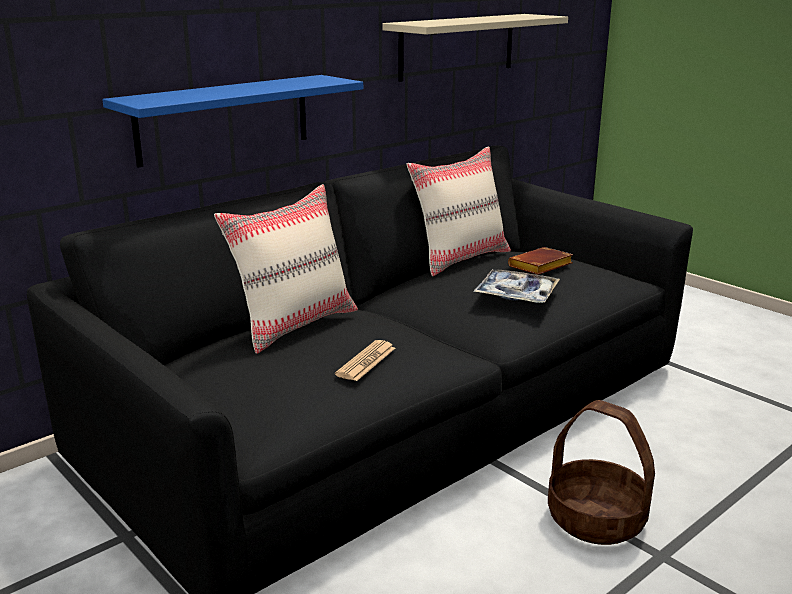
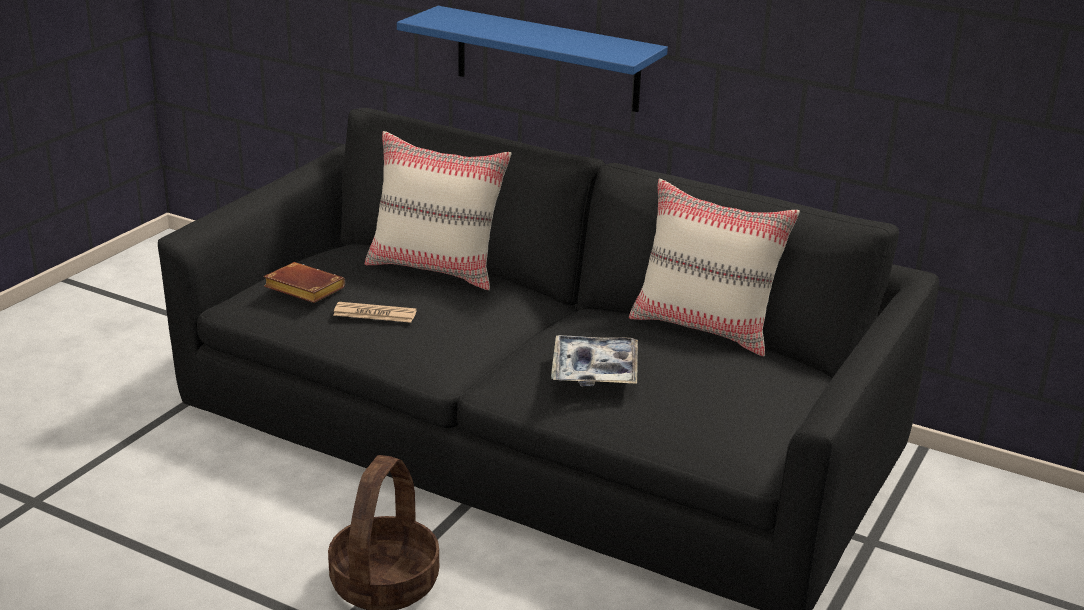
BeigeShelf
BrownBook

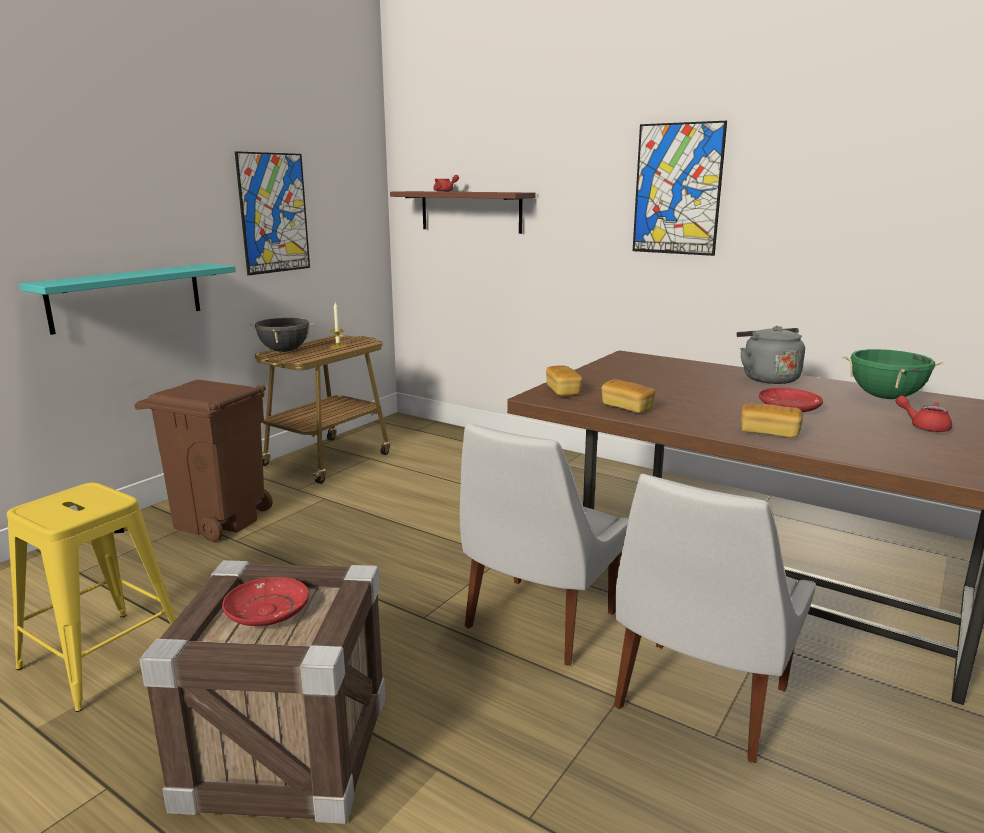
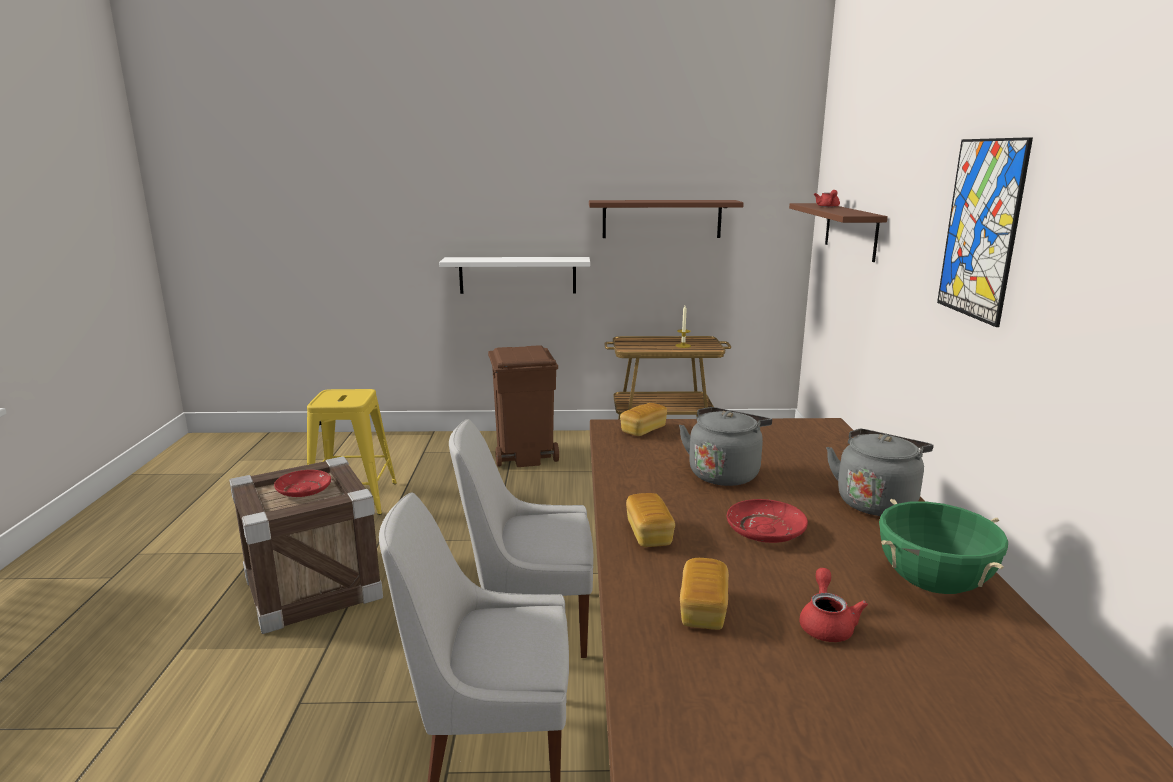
WhiteShelf
BrownShelf (no. 1 from left)
BlackCookingPot
Bread (no. 3 from left)
GreyKettle (no. 1 from left)

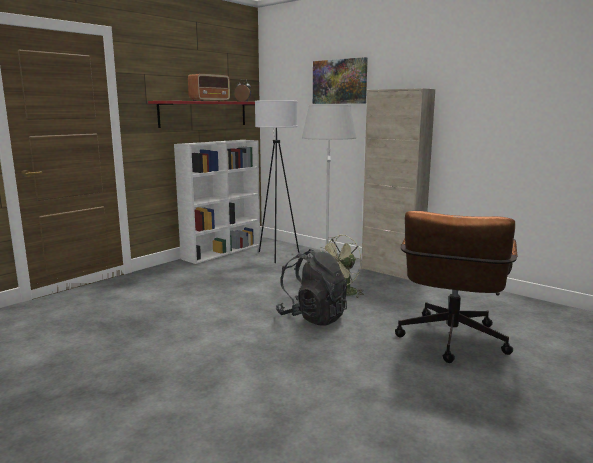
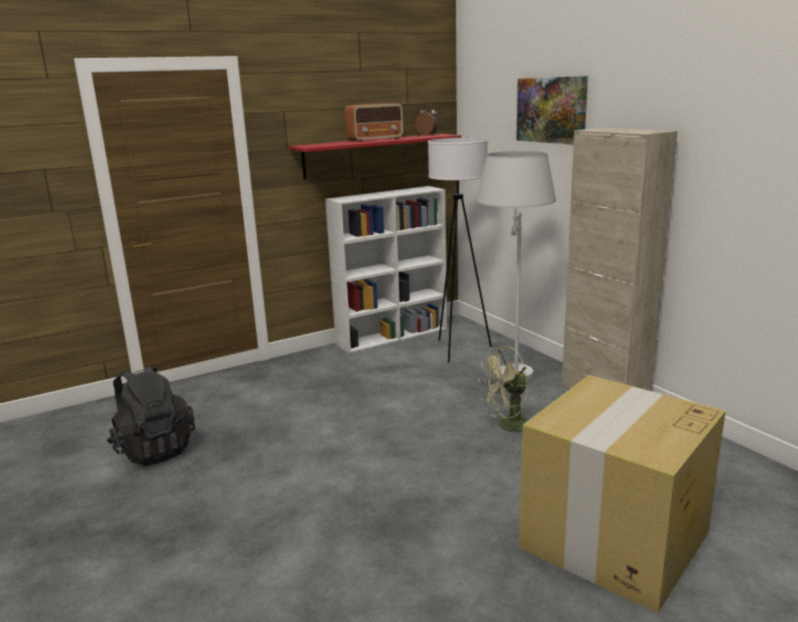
BlackBackpack
CardboardBox

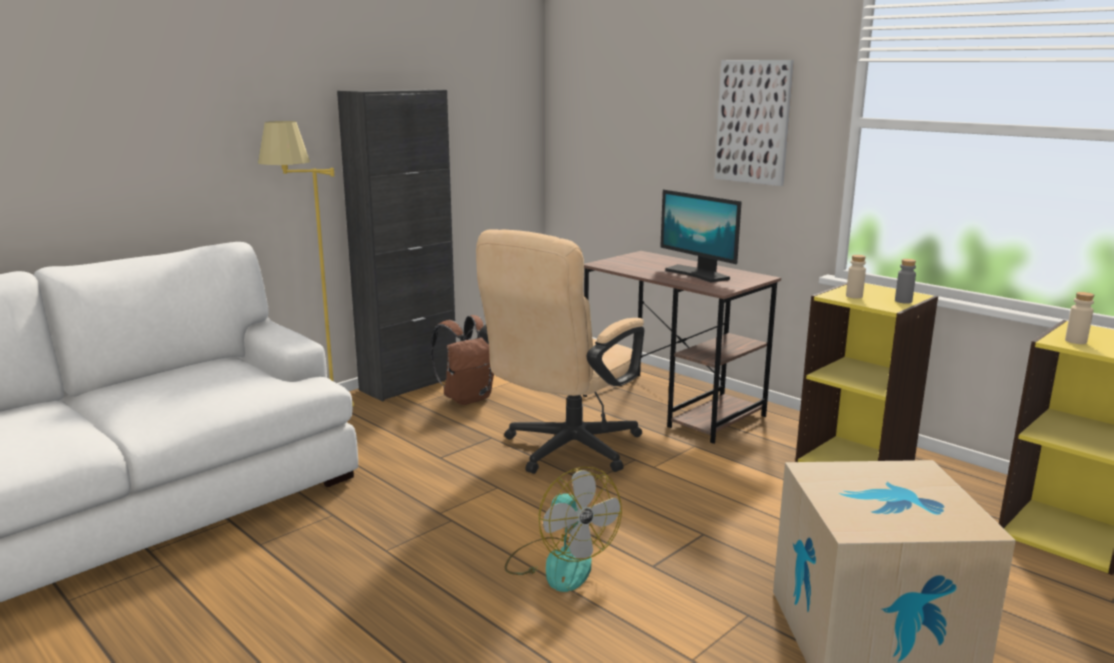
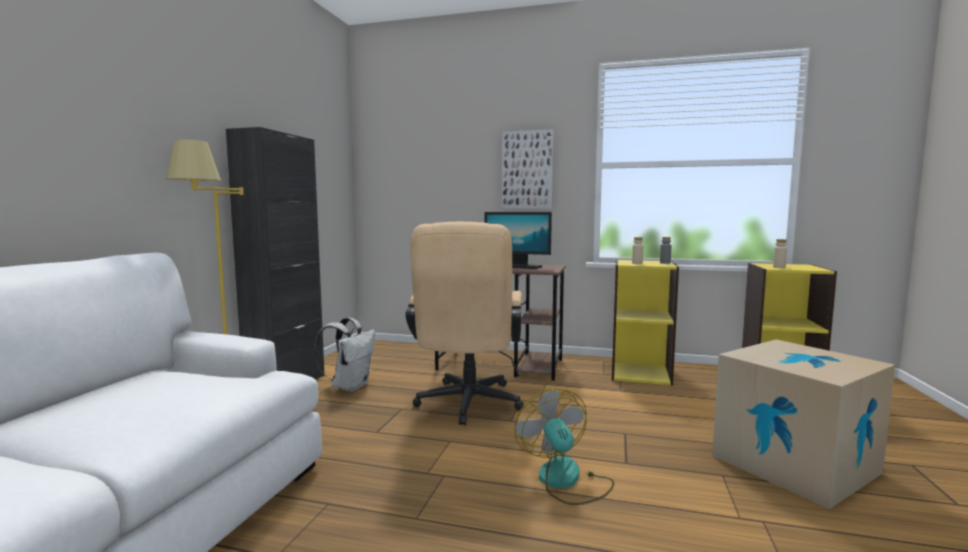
WhiteBackpack
Fan

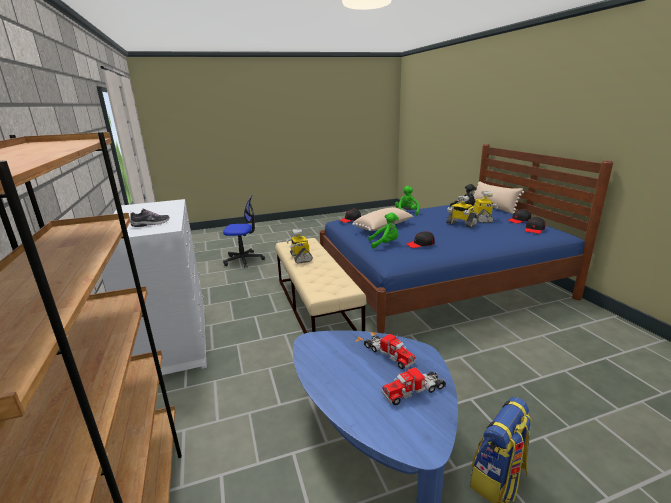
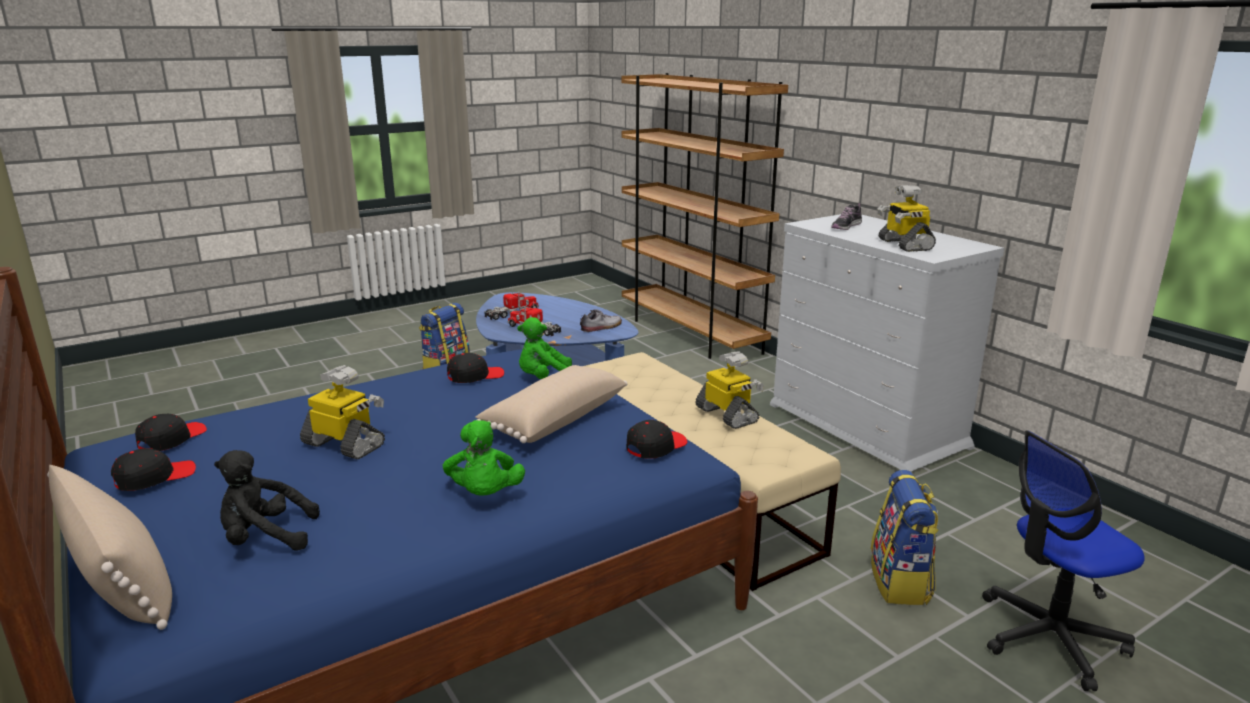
ToyRobot (no. 3 from left)
Shoe (no. 1 from left)
Backpack (no. 2 from left)

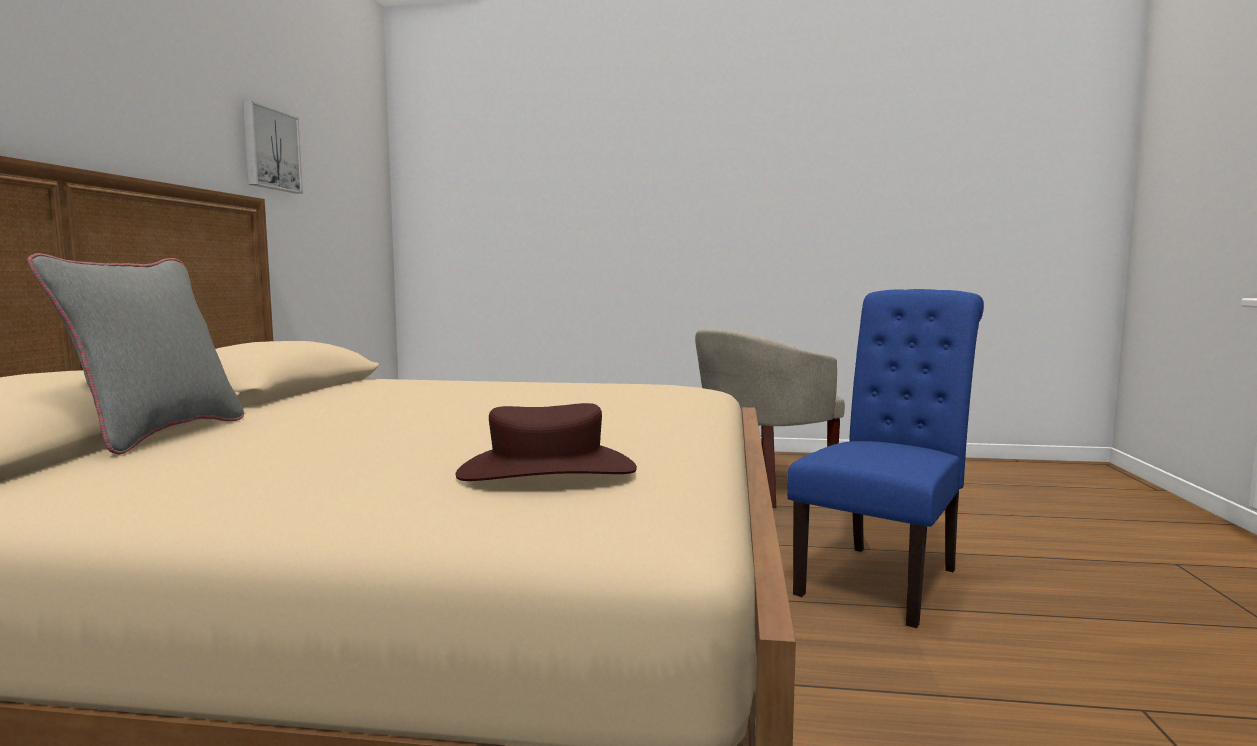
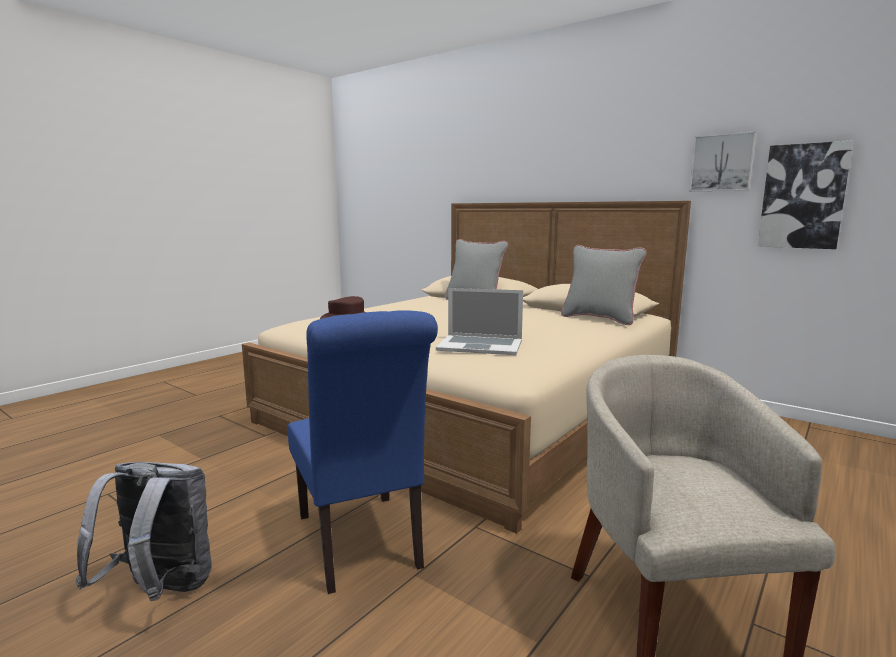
GreyBackpack
Laptop
GreyPillow (no. 2 from left)
Picture (no. 2 from left)

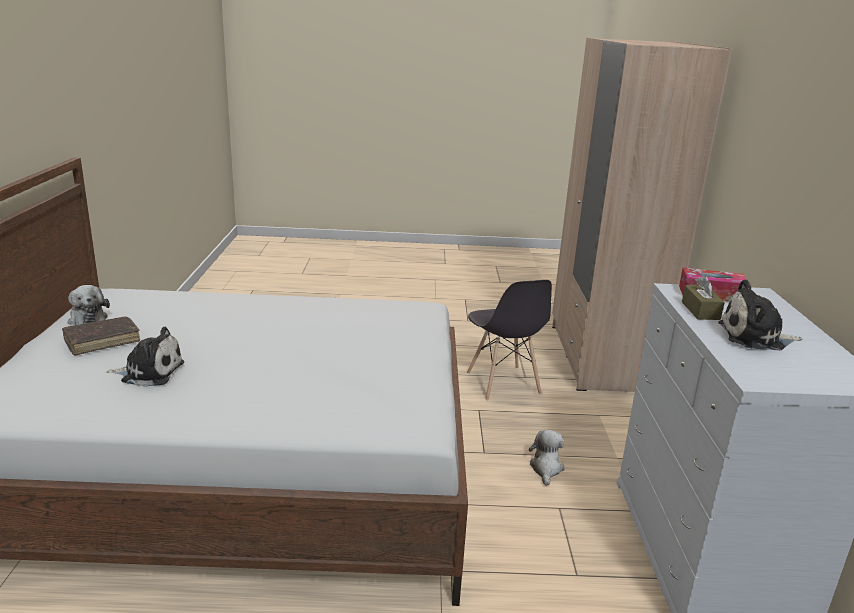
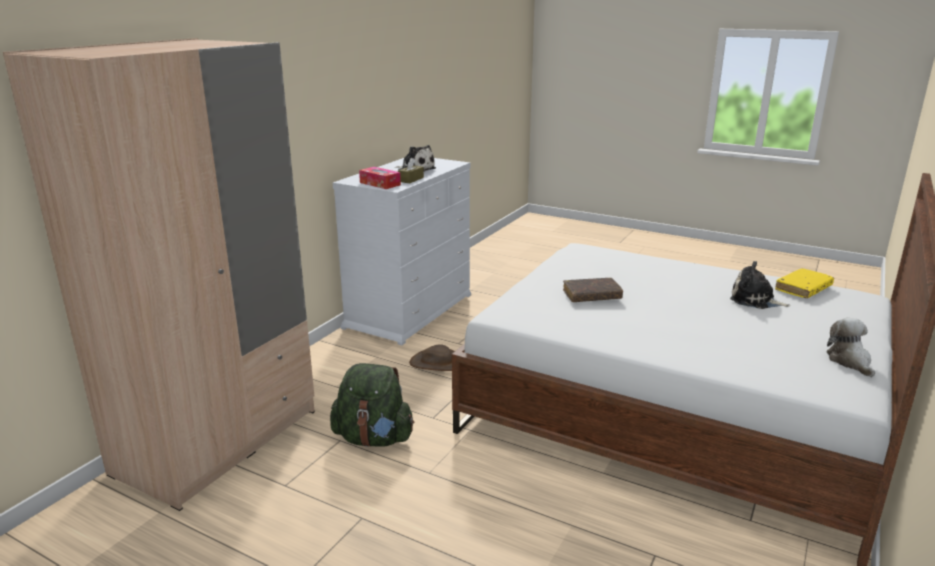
BrownBook
GreenBackpack
BrownHat
YellowBook

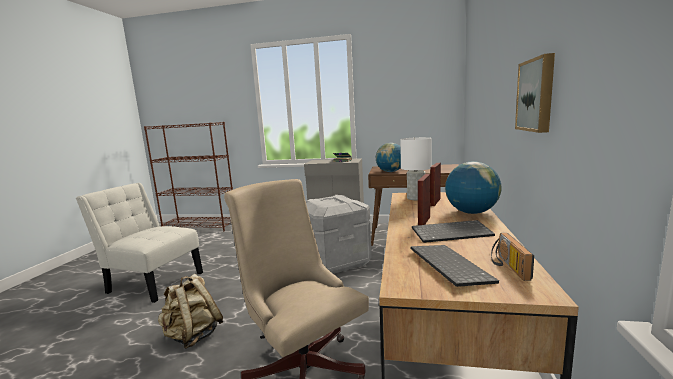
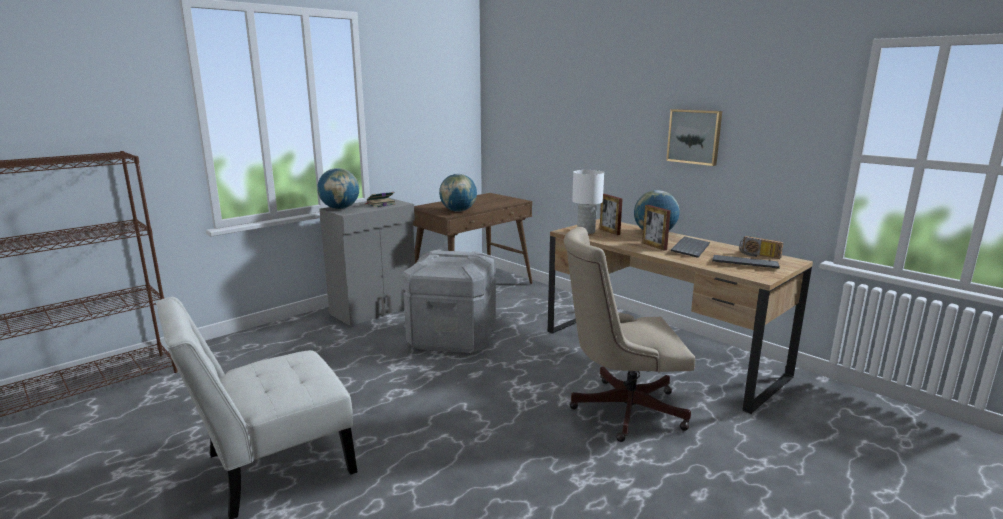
BeigeBackpack
Globe (no. 1 from left)

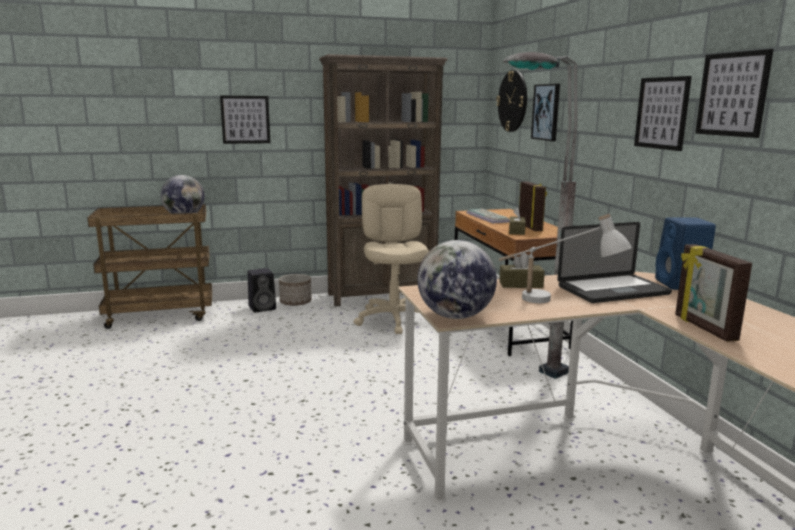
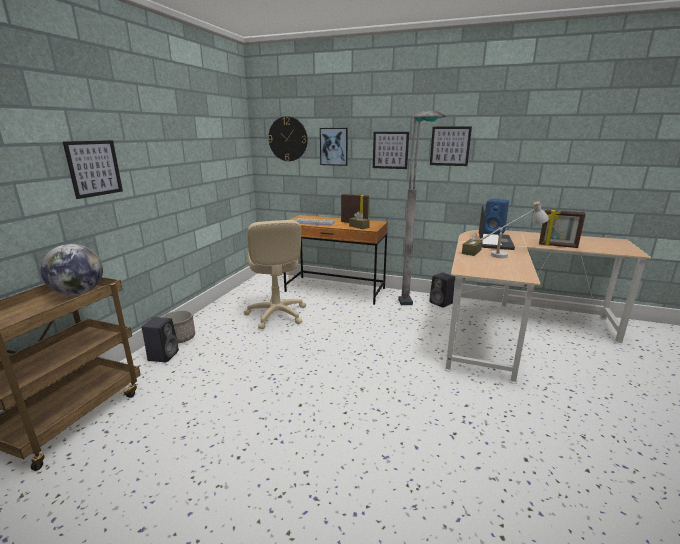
BrownBookcase
BeigeOfficeChair
Globe (no. 2 from left in the first image)
Picture (no. 3 from left)
BlackSpeaker (no. 2 from left)

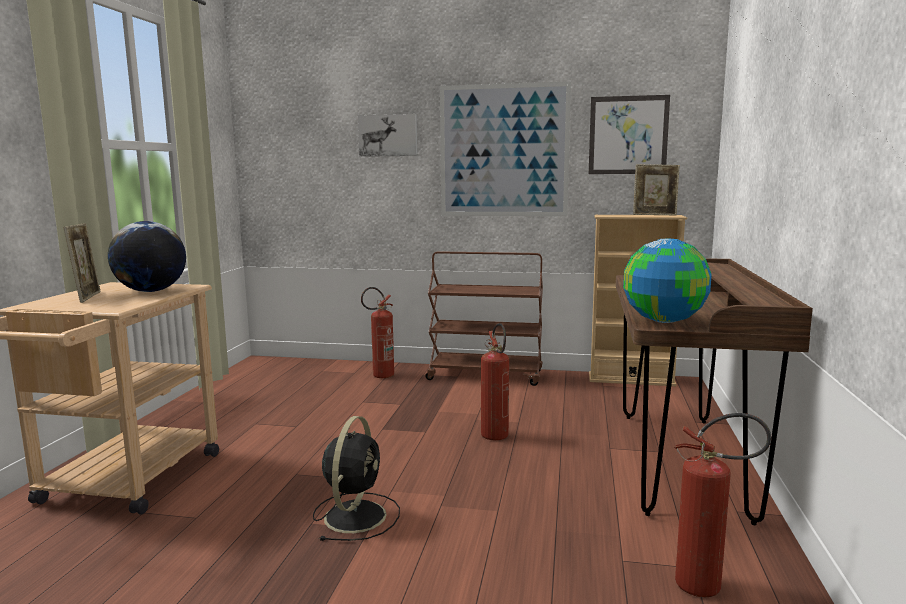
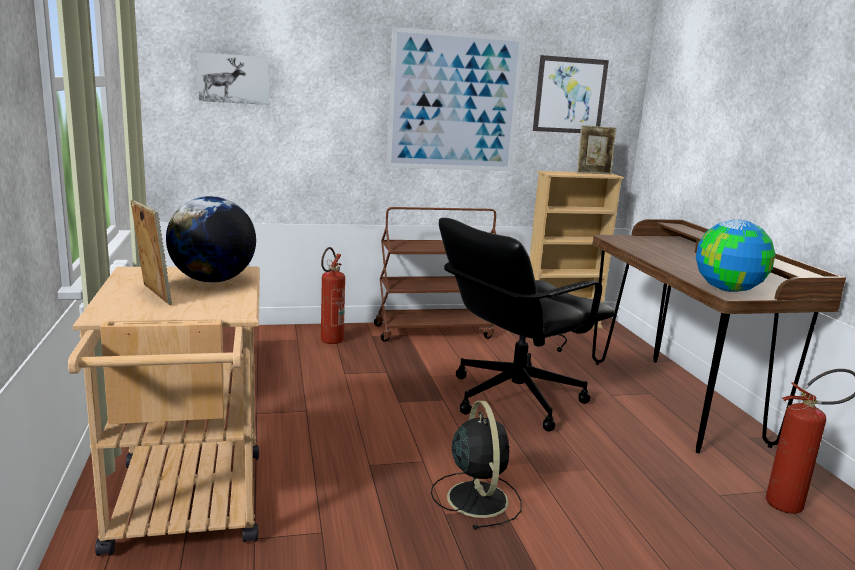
Picture (no. 1 from left)
BlackOfficeChair

